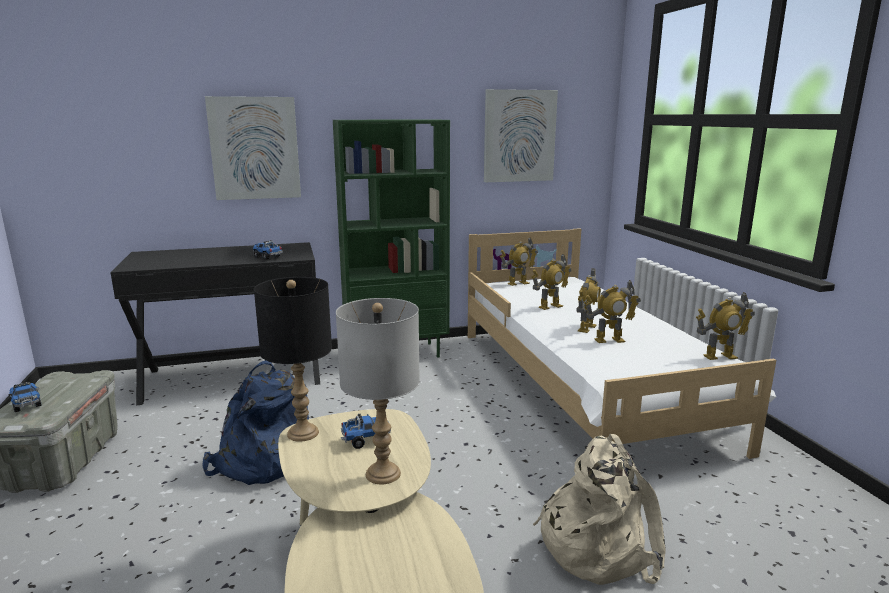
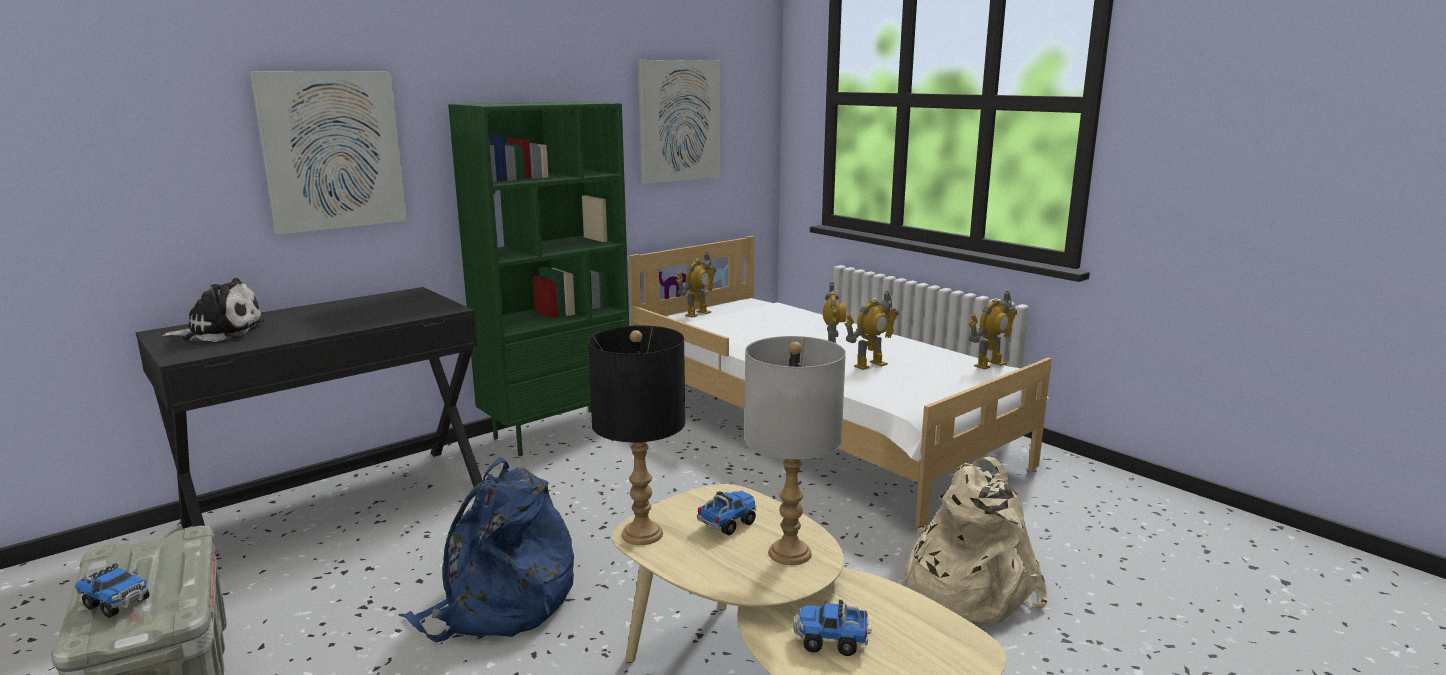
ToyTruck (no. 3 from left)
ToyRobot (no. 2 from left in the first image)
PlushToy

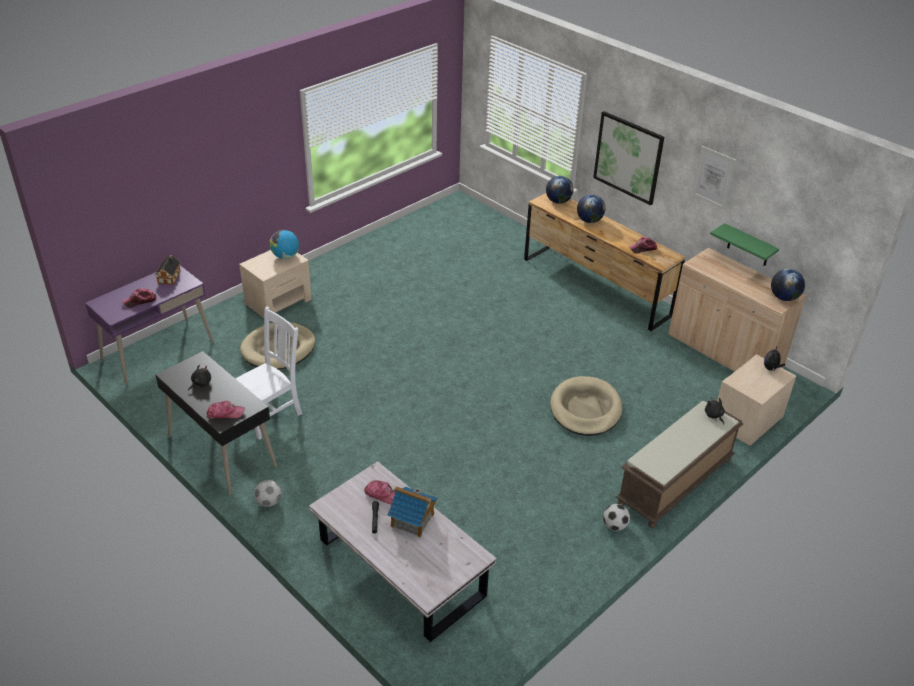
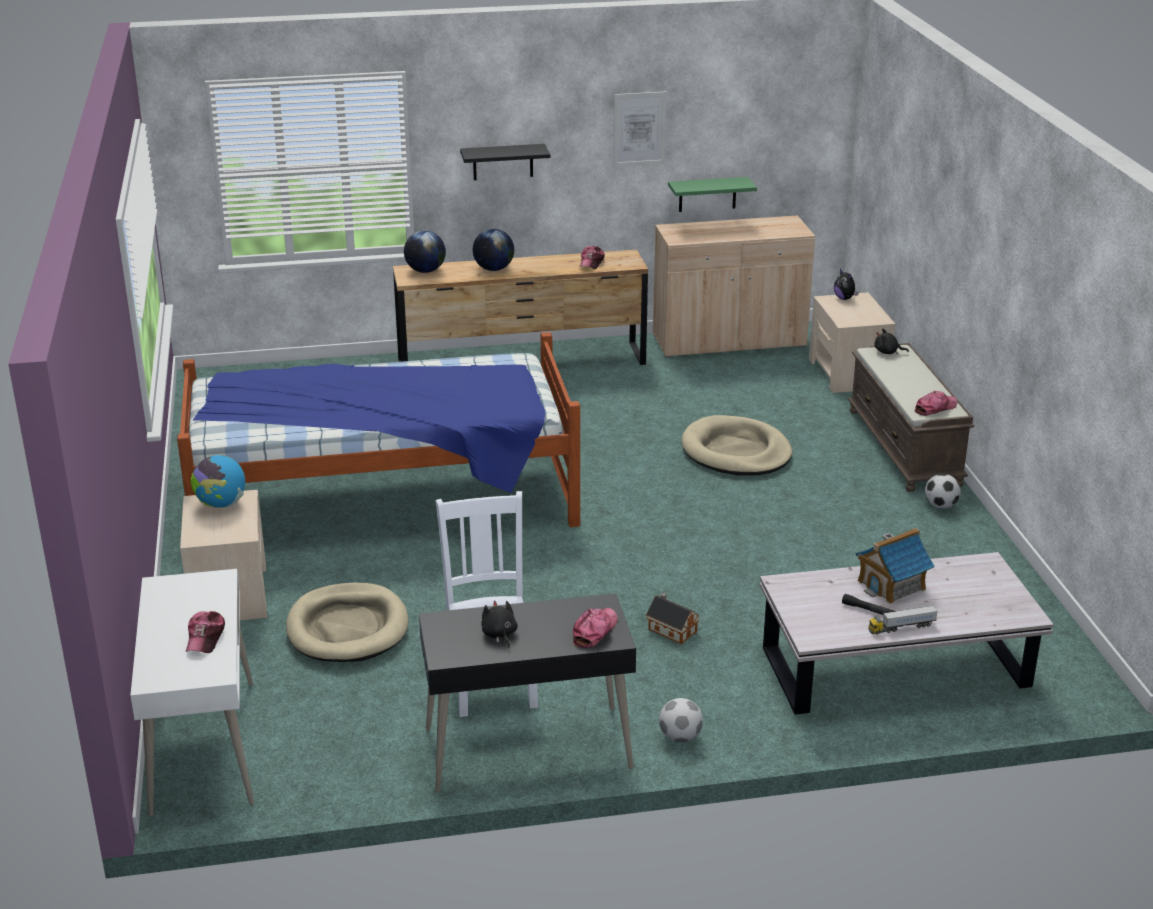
WhiteDesk
ToyHouse (no. 1 from left)
Cap (no. 4 from left)
BlackShelf
Globe (no. 4 from left in the first image)
Bed
ToyTruck

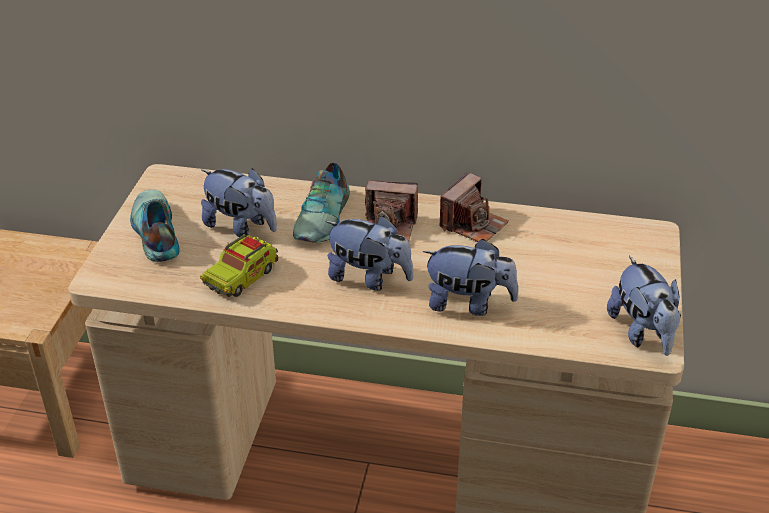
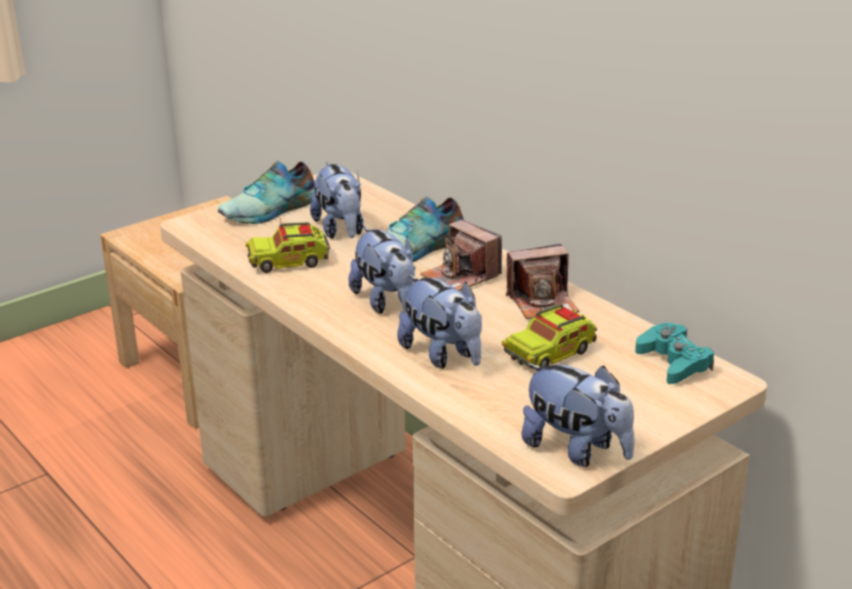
Shoe (no. 1 from left)
PlushToy (no. 4 from left)
ToyTruck (no. 2 from left)
TurquoiseGameController

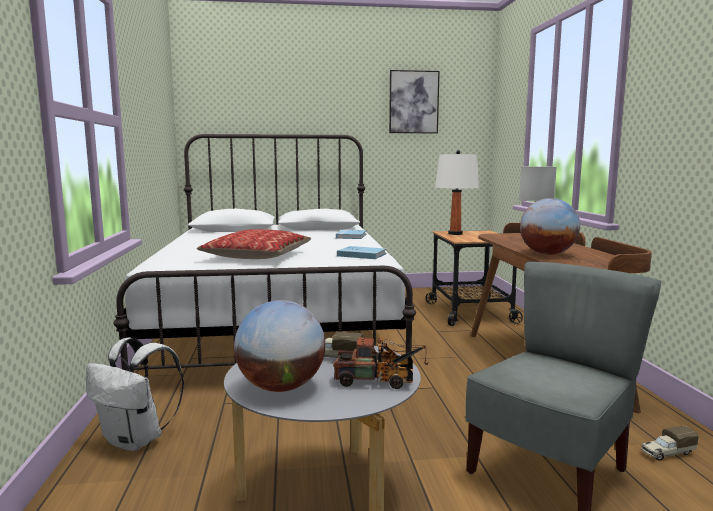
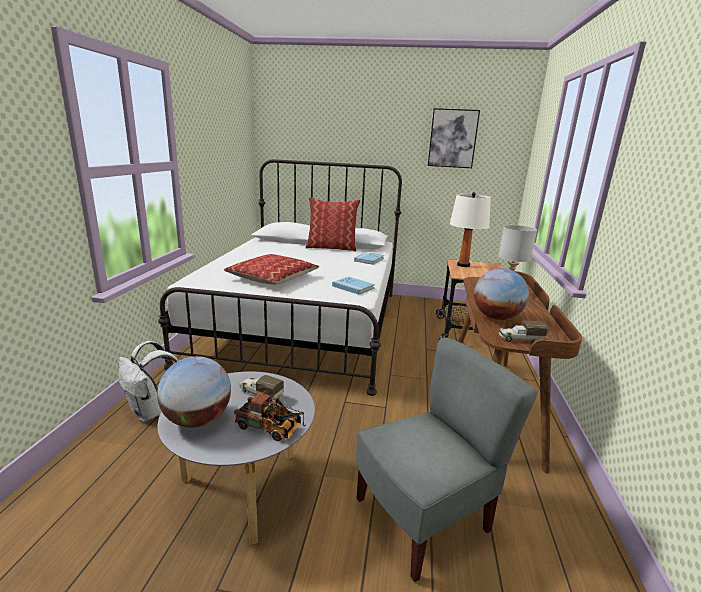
ToyTruck (no. 3 from left)
Pillow (no. 2 from left)

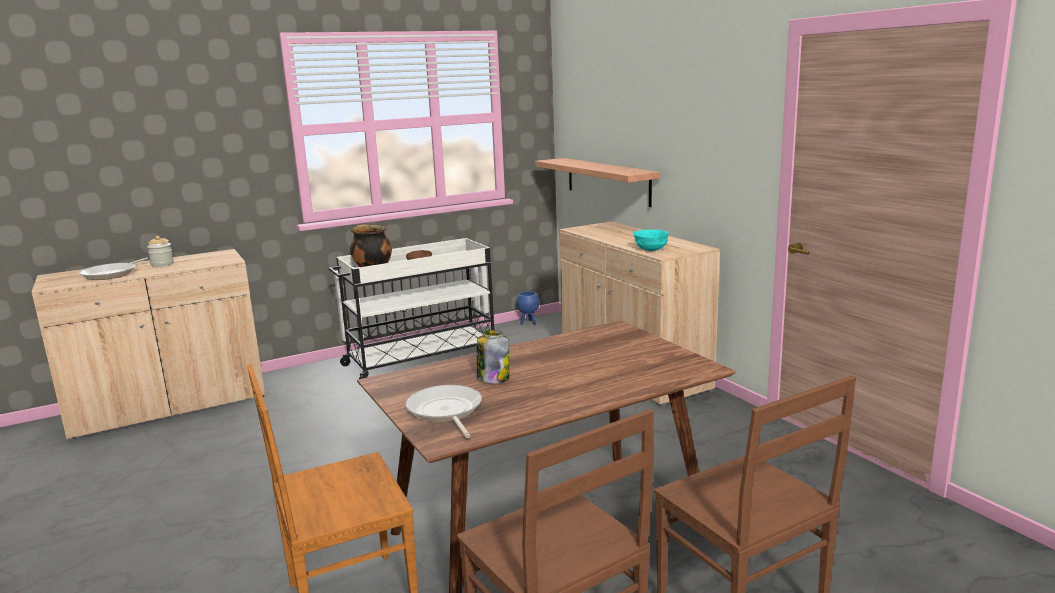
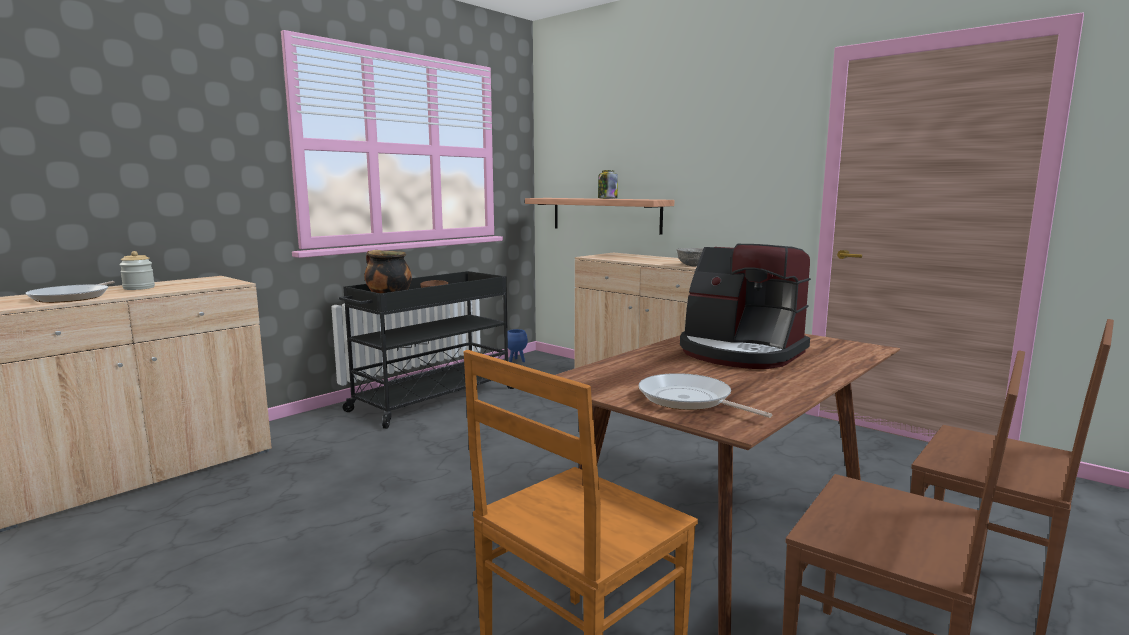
BlackCart
Jar (no. 2 from left)
GreyBowl
CoffeeMachine

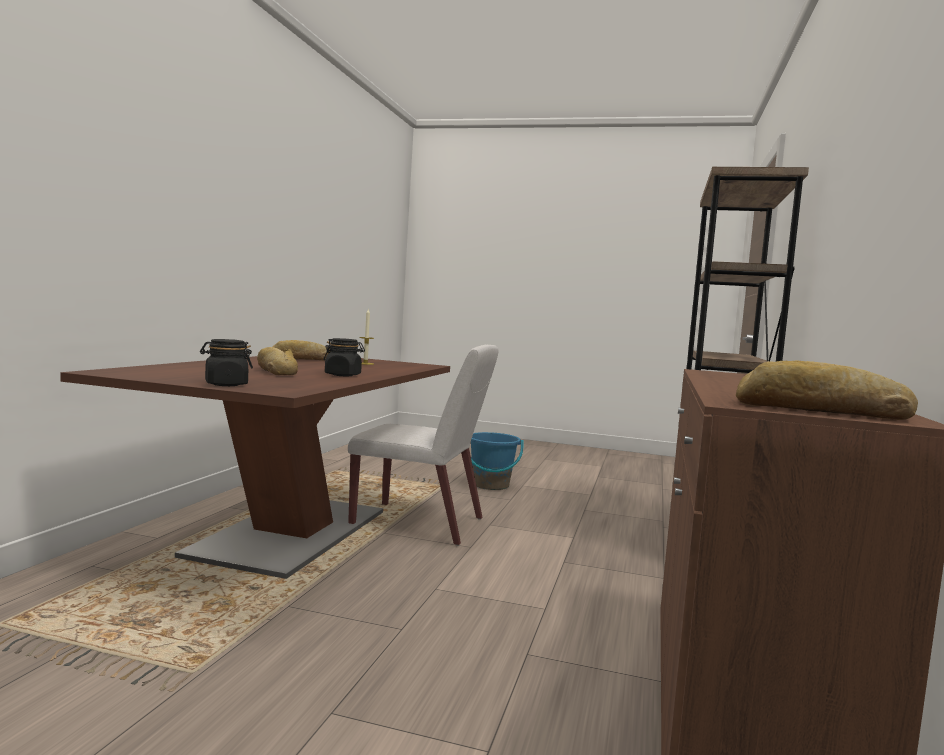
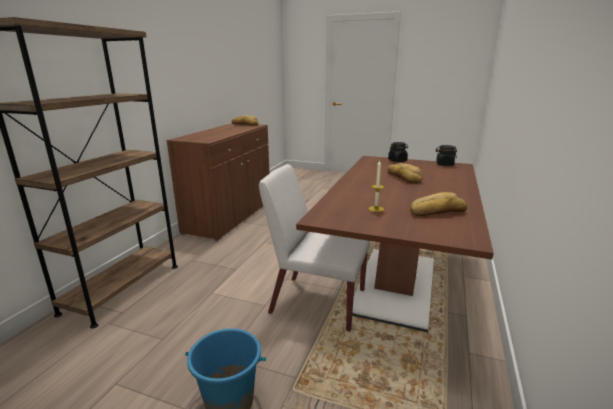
BlackJar (no. 2 from left)

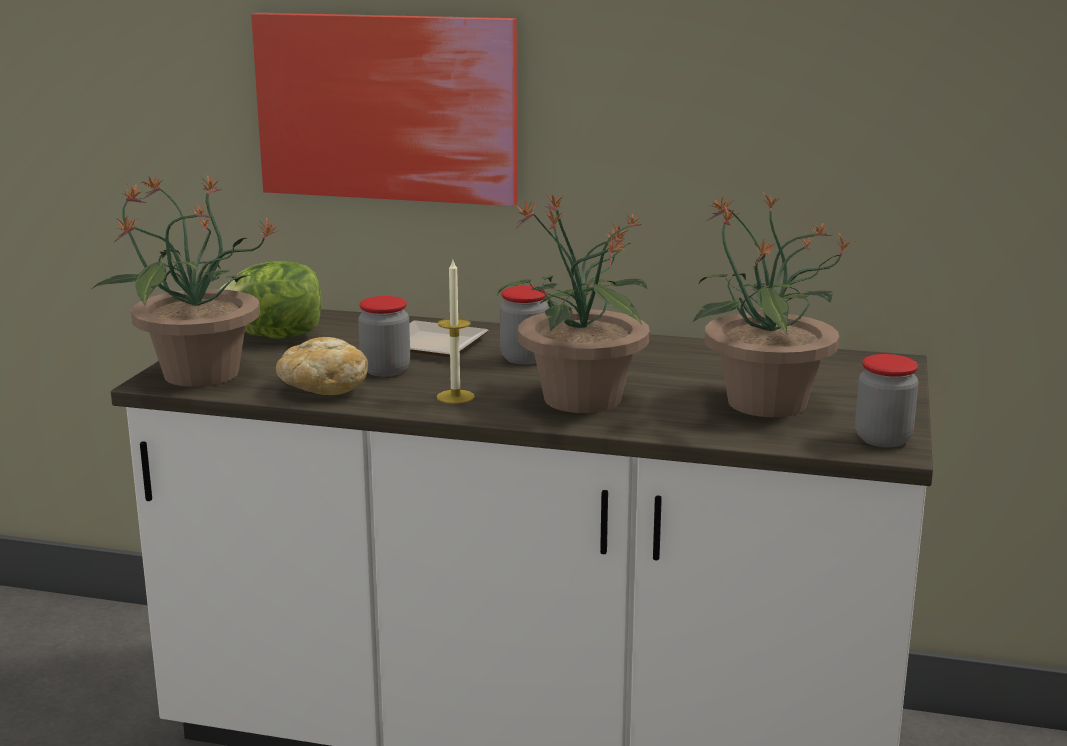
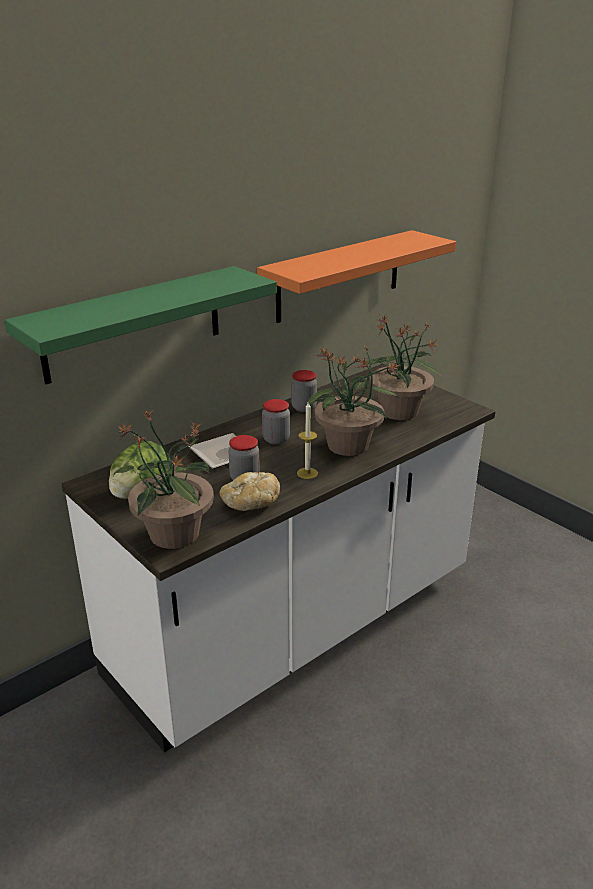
GreenShelf
Jar (no. 3 from left)
OrangeShelf

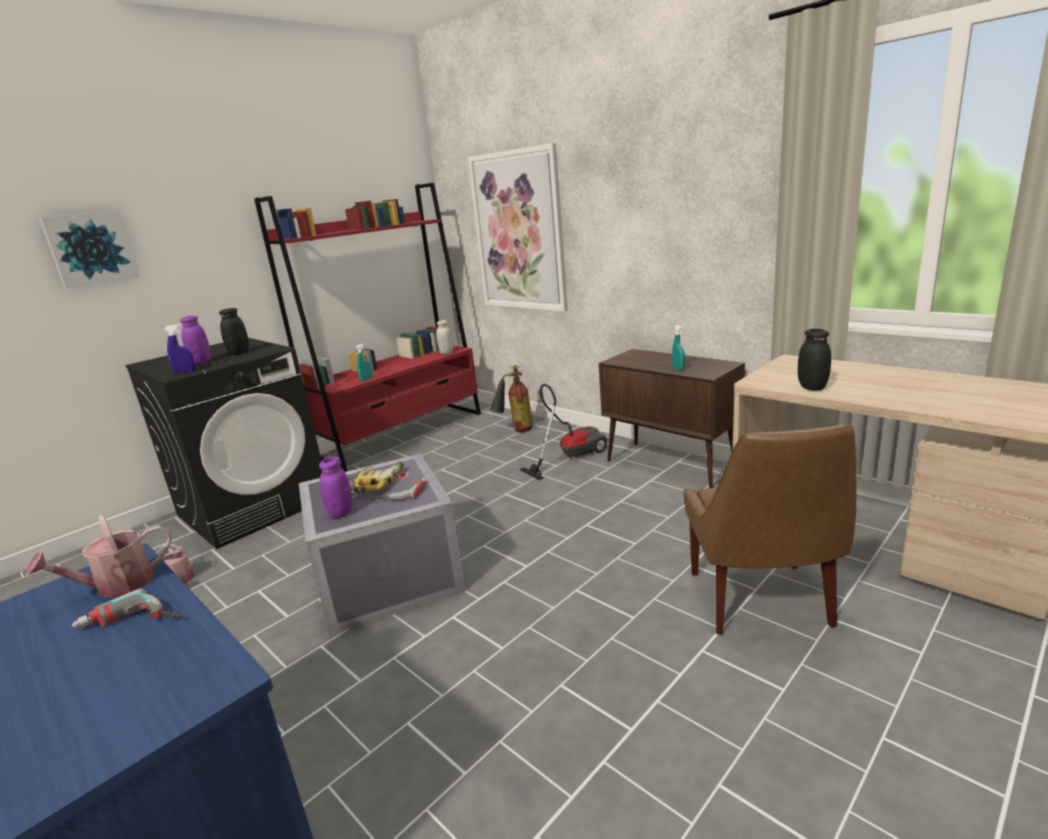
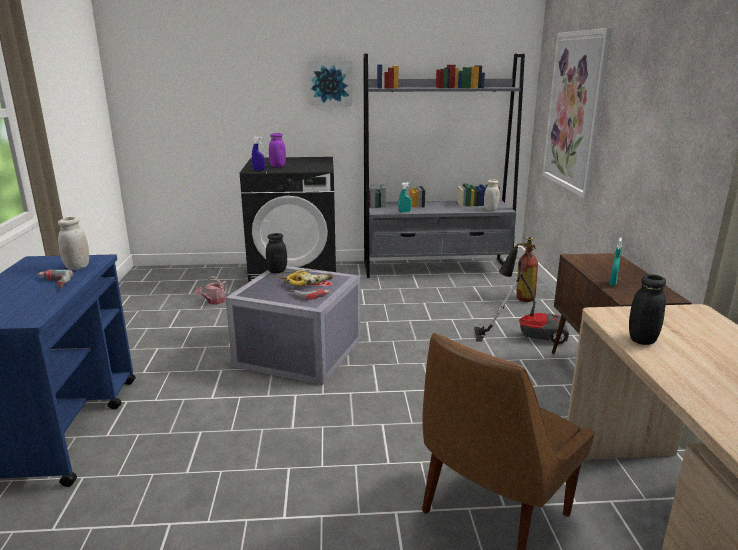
WhiteJar (no. 1 from left)
Picture (no. 1 from left)
BlackJar (no. 1 from left)
GreyBookcase
PurpleJar (no. 2 from left in the first image)

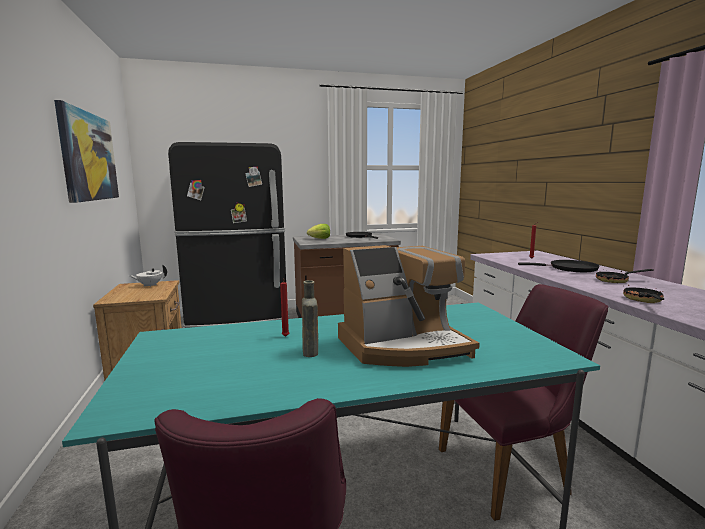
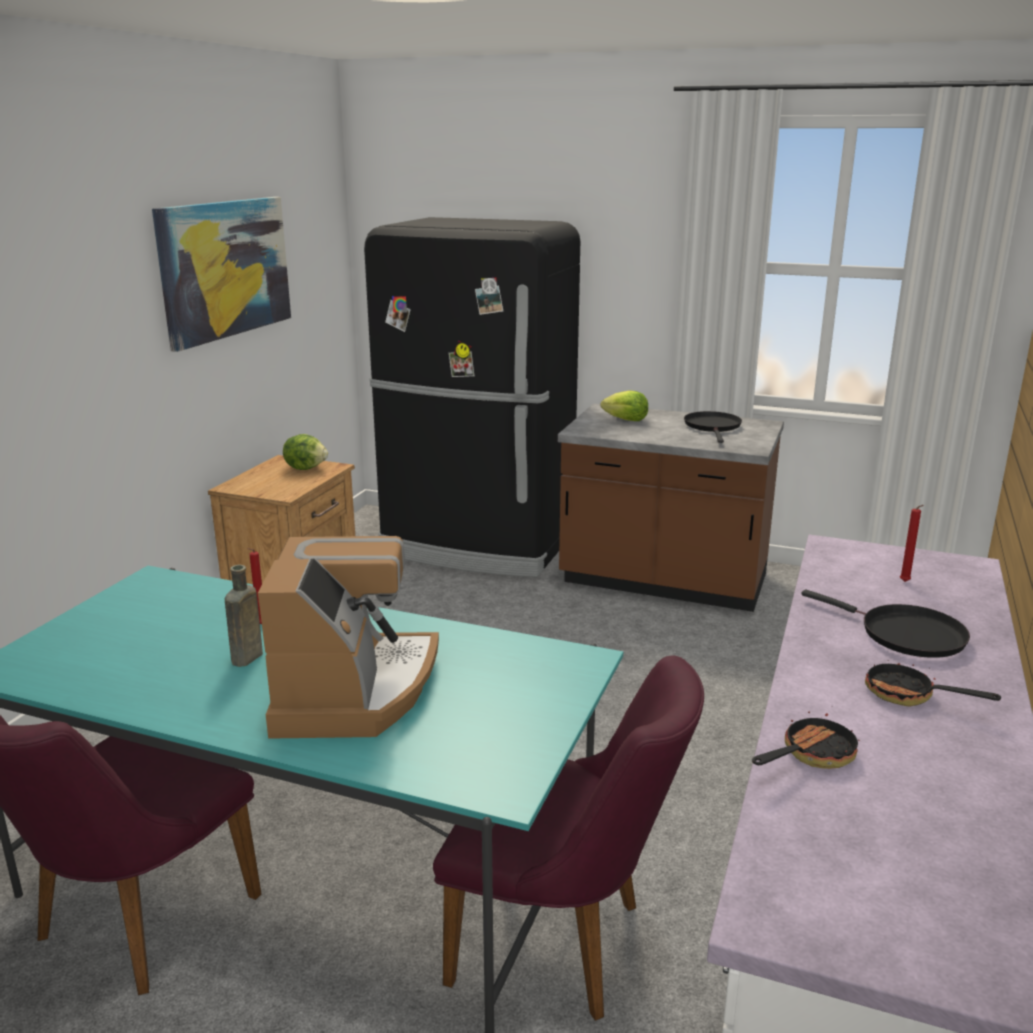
Lettuce (no. 1 from left)
CoffeeMachine

